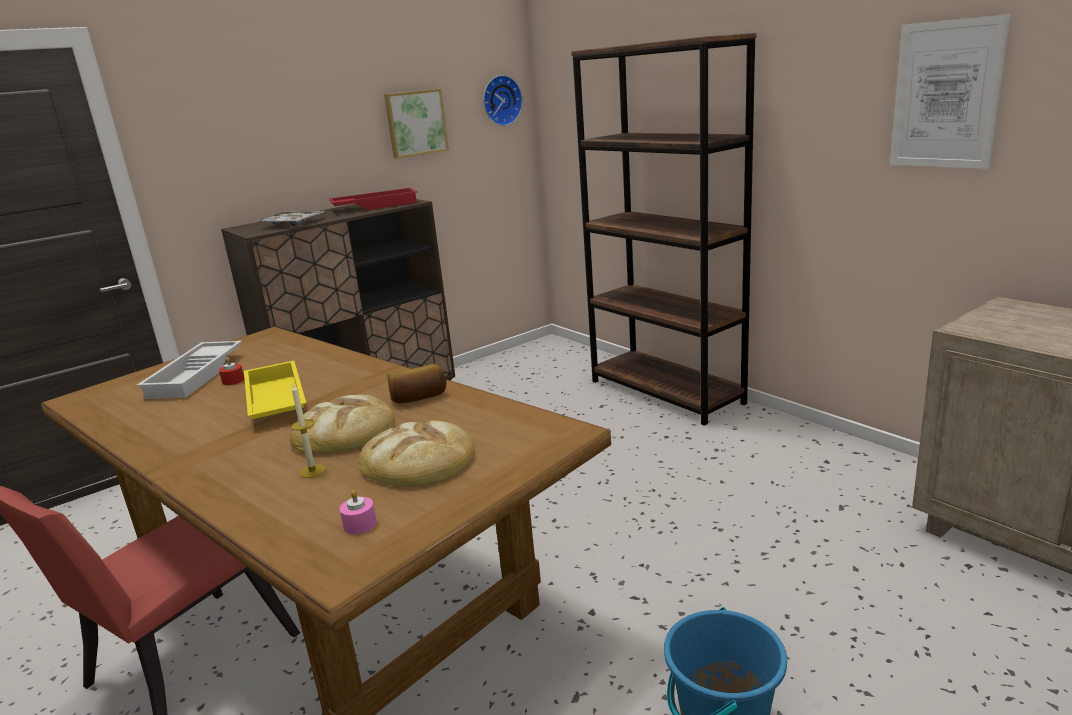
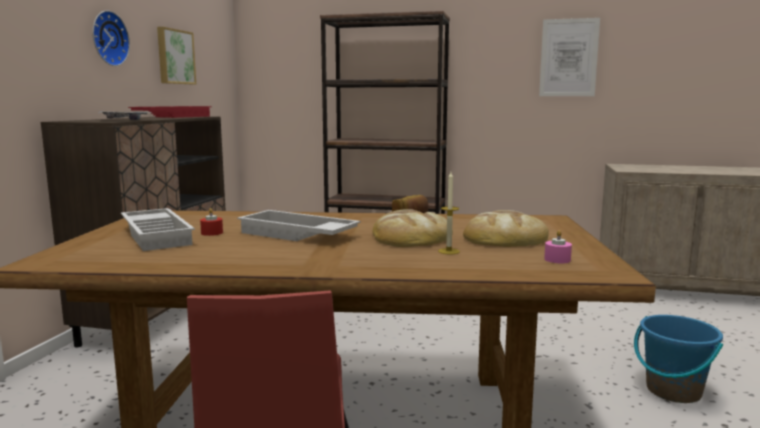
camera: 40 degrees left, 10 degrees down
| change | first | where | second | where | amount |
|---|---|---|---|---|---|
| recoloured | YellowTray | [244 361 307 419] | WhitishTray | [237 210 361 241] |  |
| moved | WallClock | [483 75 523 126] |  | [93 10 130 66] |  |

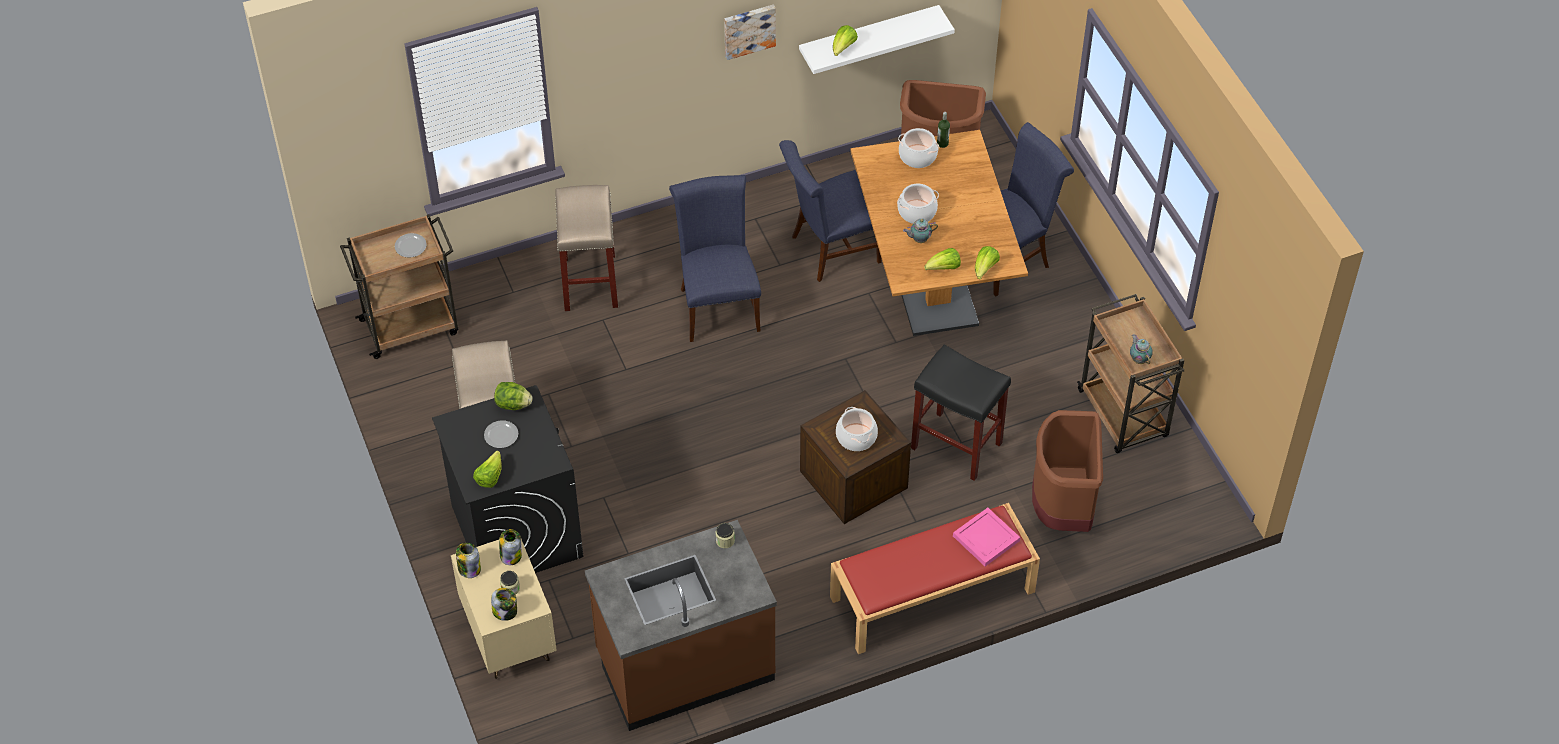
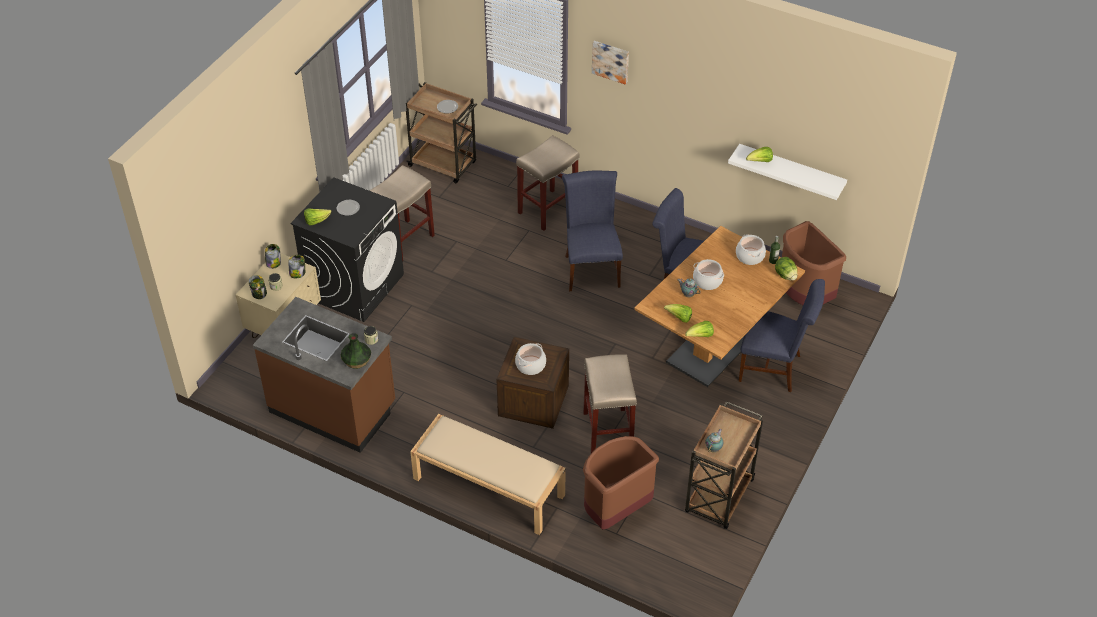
camera: 50 degrees right, 5 degrees down
| change | first | where | second | where | amount |
|---|---|---|---|---|---|
| moved | Lettuce | [494 382 533 410] |  | [775 257 797 281] |  |
| turned | BluishPlainChair | [669 175 761 342] |  | [562 171 623 291] | 45 degrees counterclockwise |
| moved | Picture | [724 5 776 60] |  | [592 41 629 85] |  |
| recoloured | ReddishBench | [830 503 1040 654] | BeigeBench | [410 414 566 535] |  |
| recoloured | BlackColouredStool | [911 344 1011 481] | BeigeStool | [583 354 637 453] |  |
| removed | PinkColouredTray | [953 508 1020 566] |  |  |  |
| added |  |  | FlowerVase | [341 333 371 369] |  |

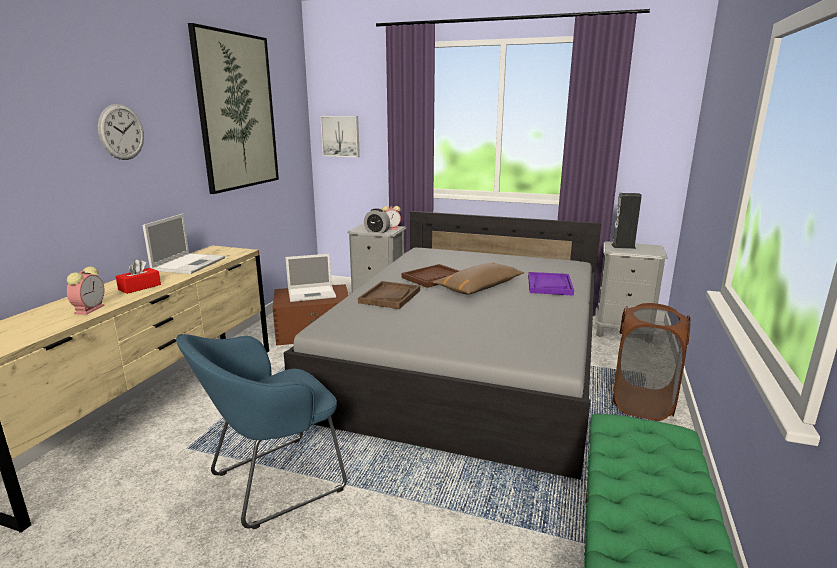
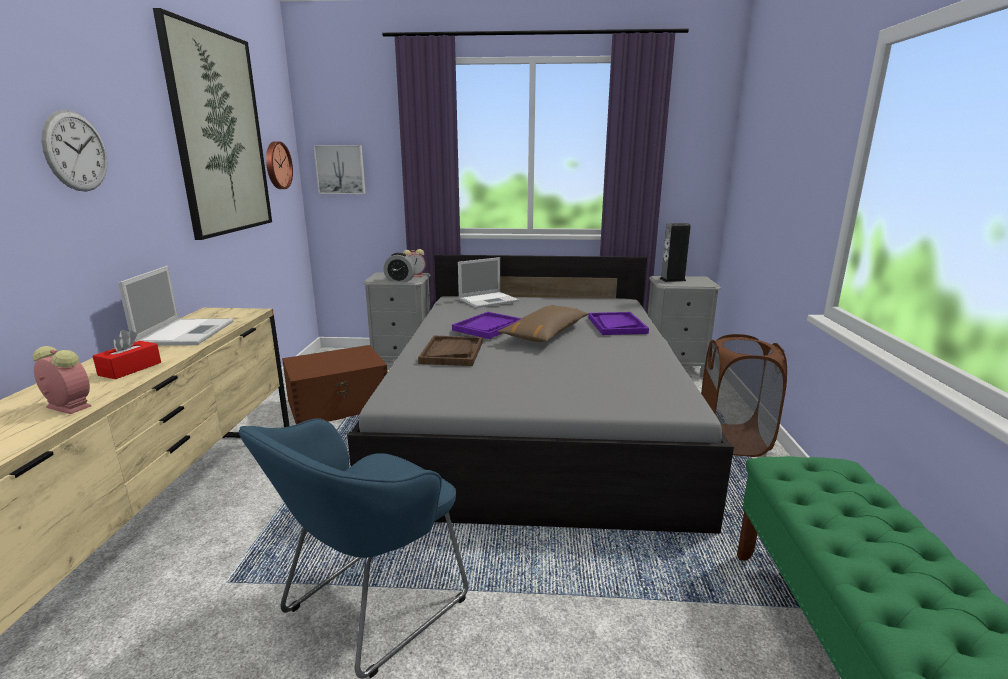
camera: 15 degrees left, 0 degrees up
| change | first | where | second | where | amount |
|---|---|---|---|---|---|
| turned | BedsideClock | [67 267 105 315] |  | [33 346 91 414] | 60 degrees counterclockwise |
| moved | PortableComputer | [285 254 336 302] |  | [458 257 519 308] |  |
| recoloured | BrownColouredTray | [402 264 459 288] | PurpleColouredTray | [452 312 522 339] |  |
| added |  |  | WallClock | [266 141 293 189] |  |

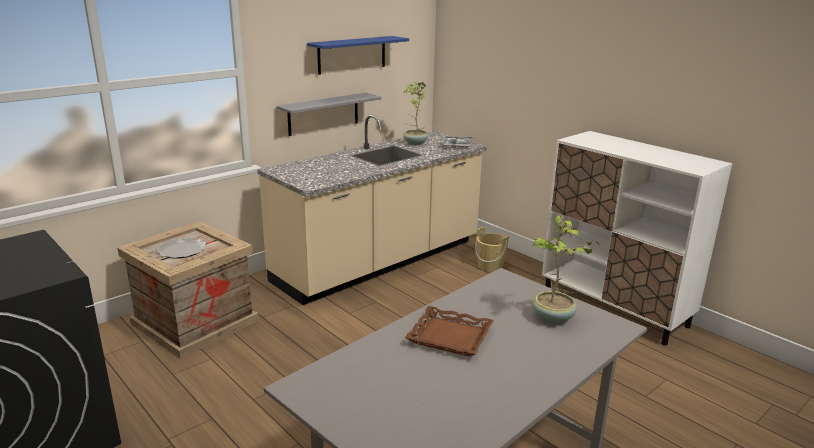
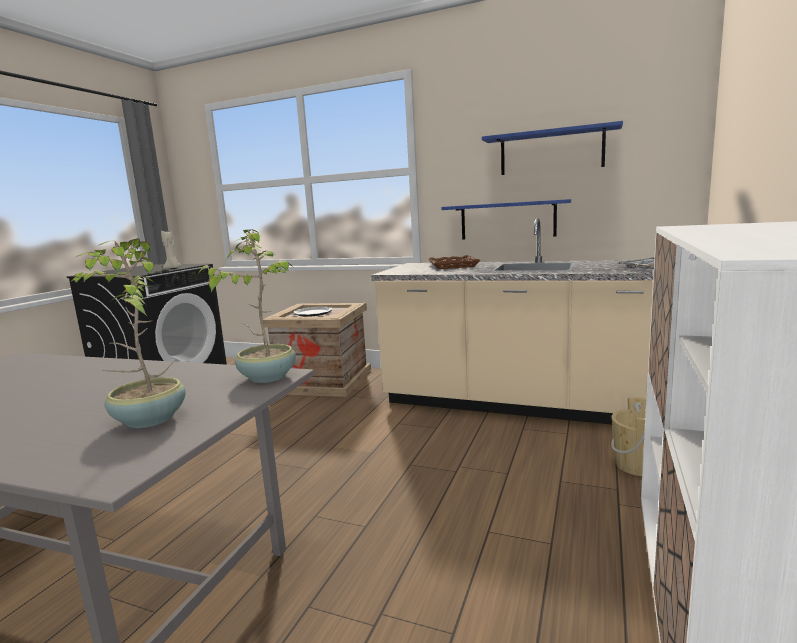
camera: 65 degrees right, 10 degrees down
| change | first | where | second | where | amount |
|---|---|---|---|---|---|
| recoloured | GrayWallShelf | [277 93 381 136] | BluishWallShelf | [441 199 571 239] |  |
| moved | Houseplant | [403 82 428 145] |  | [197 229 296 383] |  |
| moved | BrownColouredTray | [405 306 494 356] |  | [428 255 481 269] |  |
| added |  |  | BeigeWaxCandle | [161 231 181 268] |  |

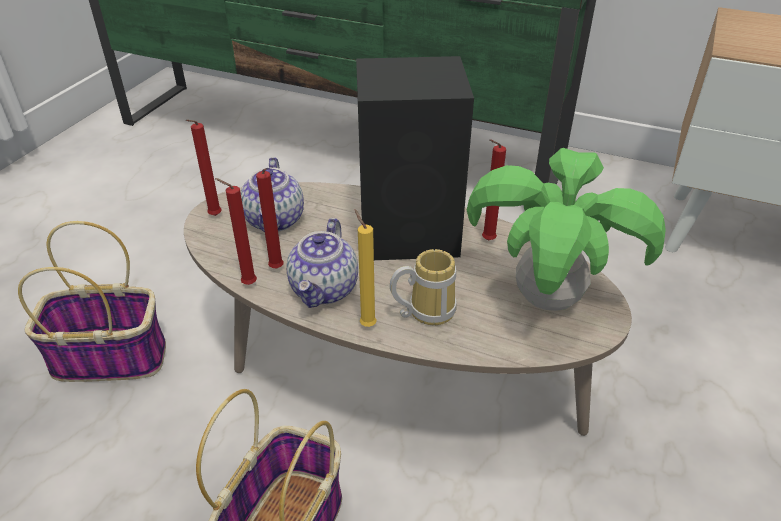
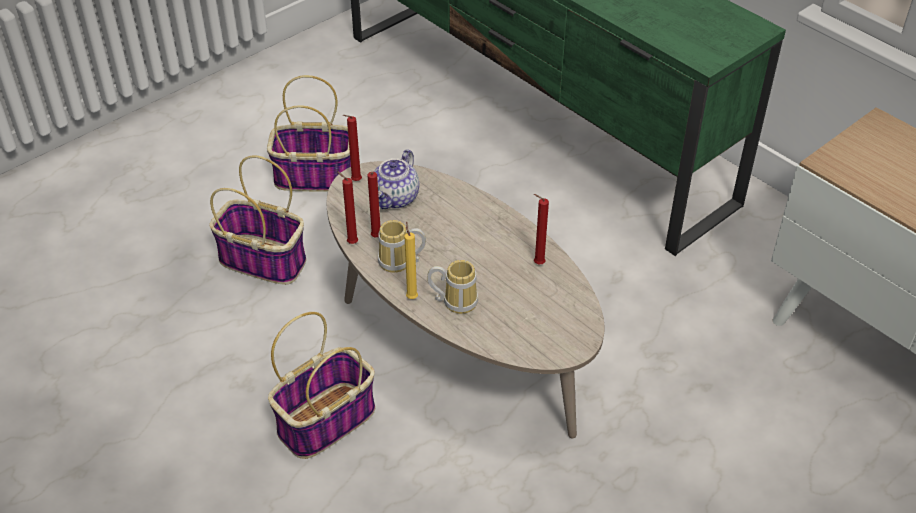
camera: 25 degrees right, 5 degrees up
| change | first | where | second | where | amount |
|---|---|---|---|---|---|
| replaced | TeaPot | [286 218 358 308] | Mug | [378 220 426 273] |  |
| removed | BlackColouredAudioSpeaker | [356 56 474 260] |  |  |  |
| removed | Houseplant | [467 148 666 311] |  |  |  |
| added |  |  | HouseholdBasket | [267 75 351 192] |  |

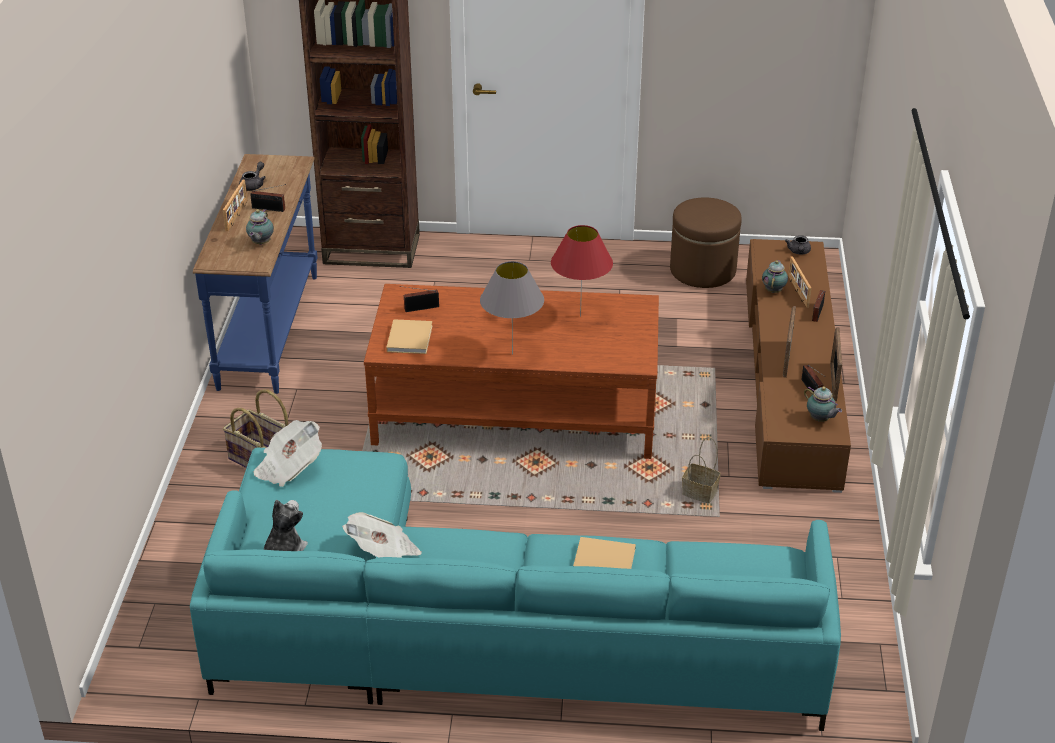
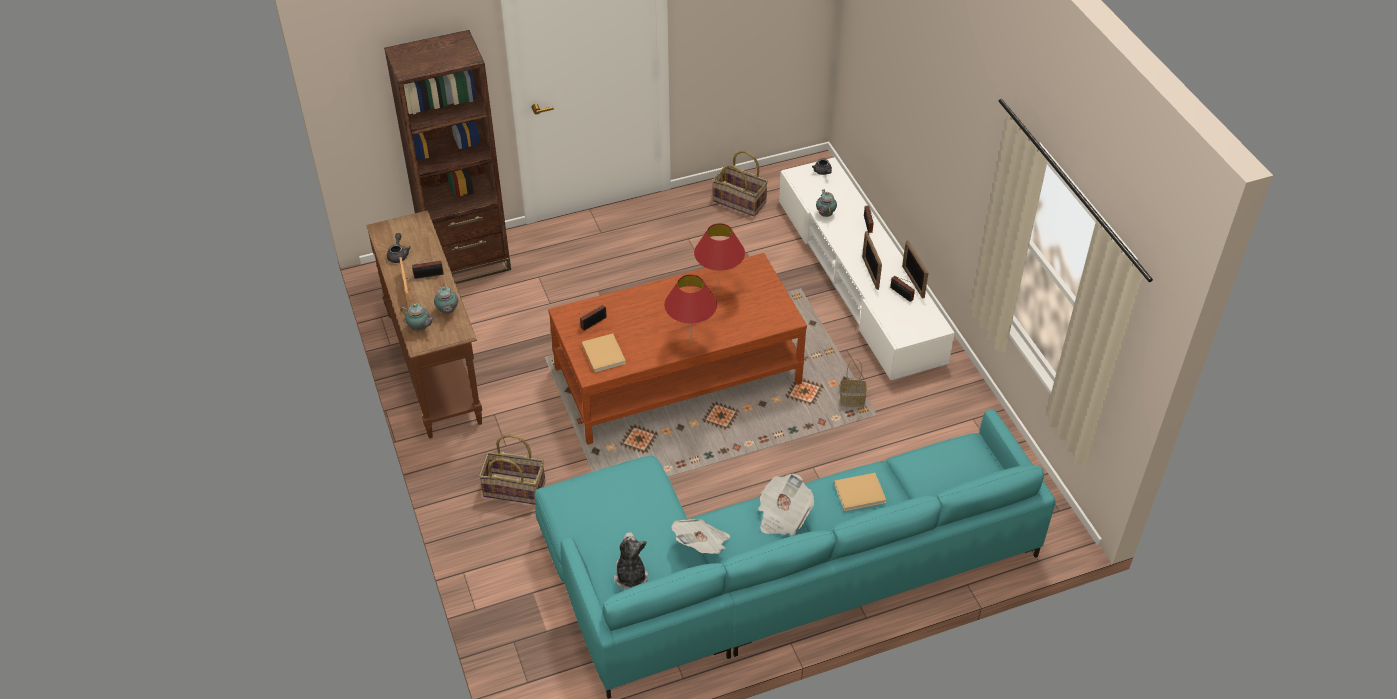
camera: 25 degrees left, 10 degrees up
| change | first | where | second | where | amount |
|---|---|---|---|---|---|
| recoloured | BluishConsoleTable | [193 154 318 394] | BrownColouredConsoleTable | [366 210 482 438] |  |
| moved | DailyPaper | [254 420 322 487] |  | [758 474 814 535] |  |
| recoloured | GrayLampForATable | [480 261 544 355] | ReddishLampForATable | [664 274 717 328] |  |
| replaced | BrownColouredPouffe | [670 197 742 288] | HouseholdBasket | [713 151 768 217] |  |
| recoloured | BrownColouredTvUnit | [746 239 851 493] | WhitishTvUnit | [779 157 955 381] |  |
| removed | StandingFrame | [788 256 811 308] |  |  |  |
| moved | TeaPot | [804 387 842 422] |  | [400 303 435 331] |  |

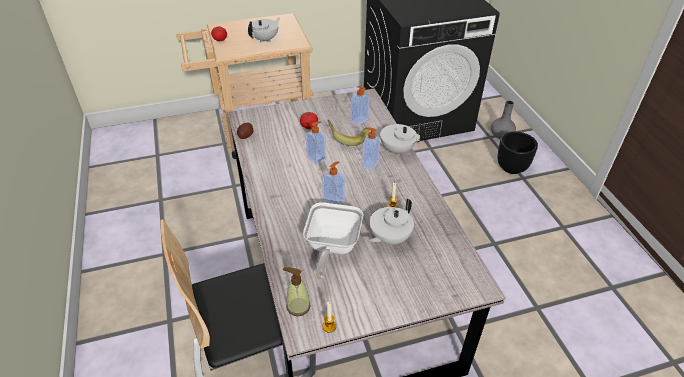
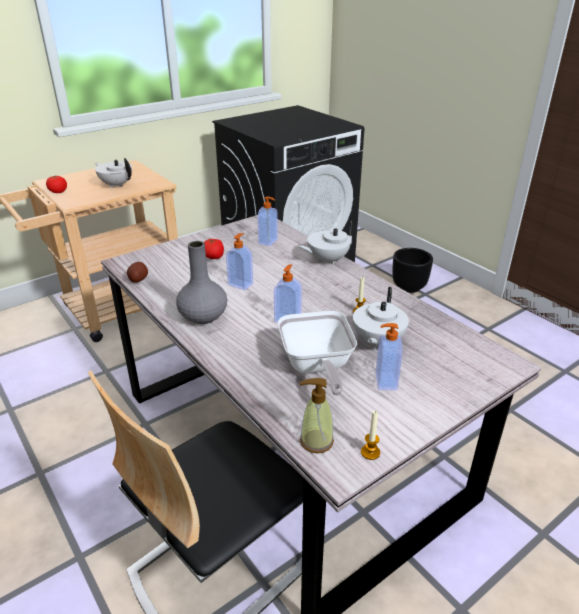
camera: 20 degrees left, 10 degrees down
| change | first | where | second | where | amount |
|---|---|---|---|---|---|
| turned | WhitishTeaPot | [248 18 280 43] |  | [95 158 132 188] | 75 degrees counterclockwise |
| removed | WholeBanana | [327 120 369 146] |  |  |  |
| moved | SoapBottle | [362 127 380 170] |  | [376 323 403 390] |  |
| moved | GrayFlowerVase | [491 100 516 139] |  | [176 241 227 324] |  |

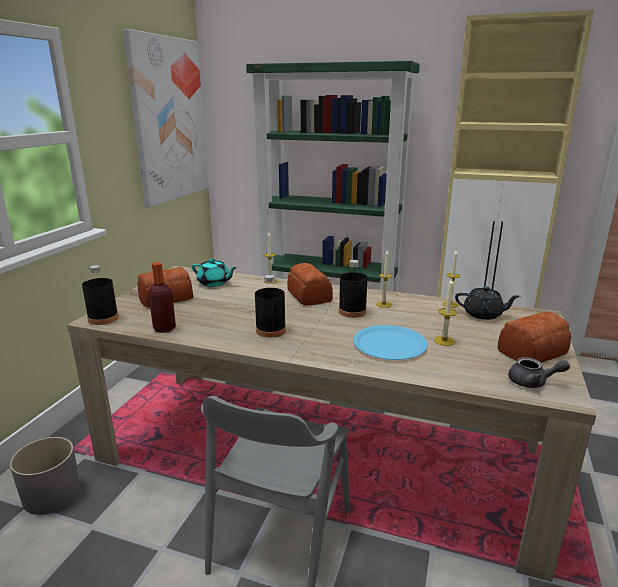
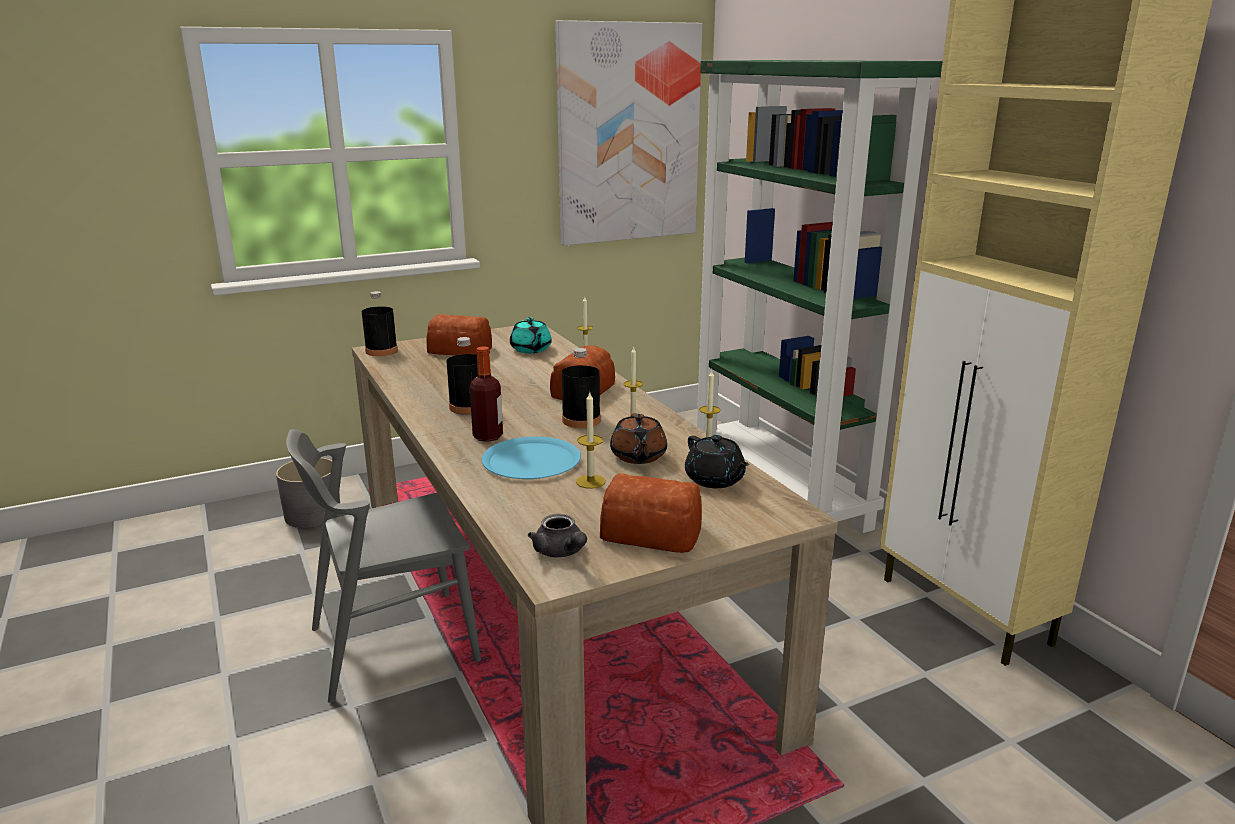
camera: 45 degrees right, 0 degrees up
| change | first | where | second | where | amount |
|---|---|---|---|---|---|
| moved | DrinkBottle | [148 262 176 333] |  | [469 346 503 442] |  |
| added |  |  | BrownColouredTeaPot | [610 413 667 464] |  |

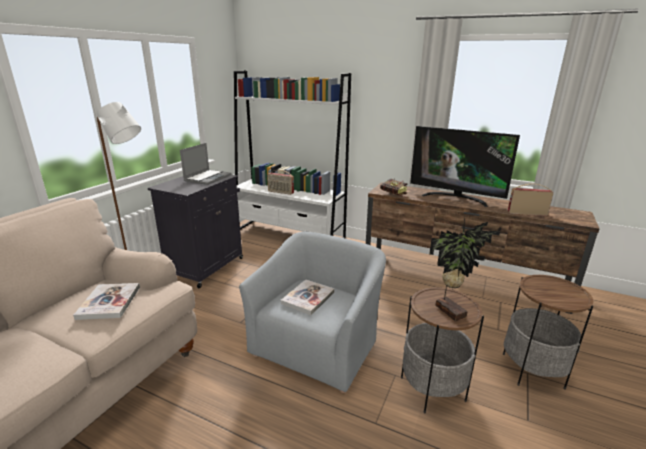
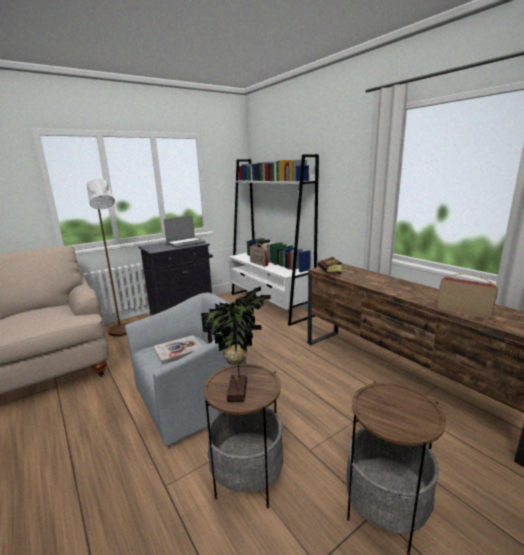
camera: 30 degrees right, 5 degrees down
| change | first | where | second | where | amount |
|---|---|---|---|---|---|
| removed | Book | [73 283 140 320] |  |  |  |
| removed | TvSet | [410 126 520 207] |  |  |  |

